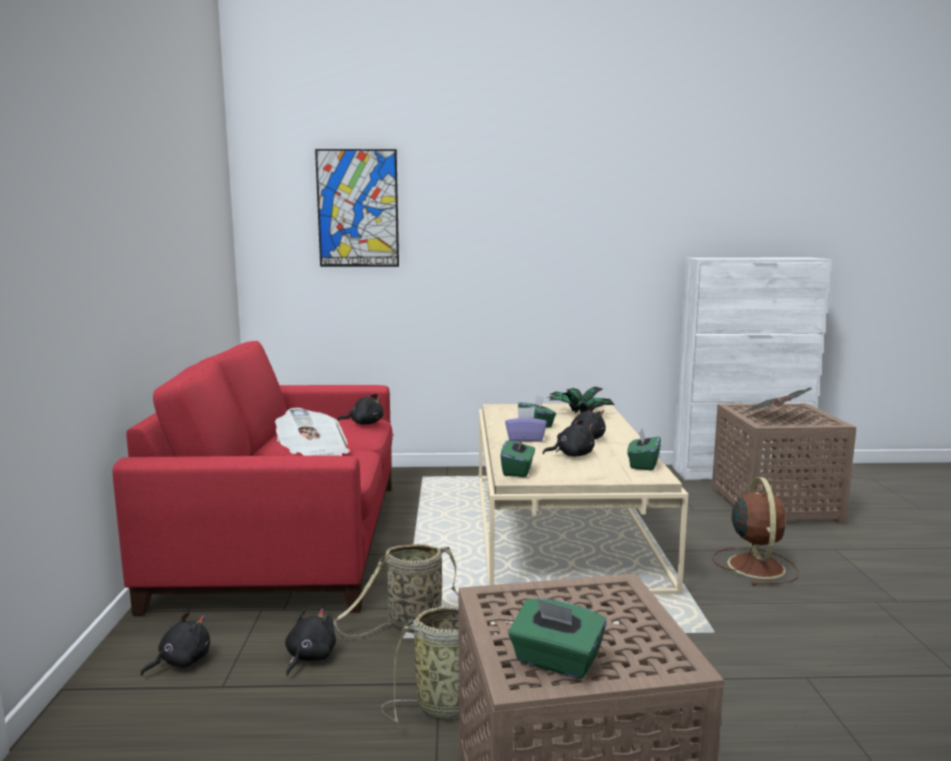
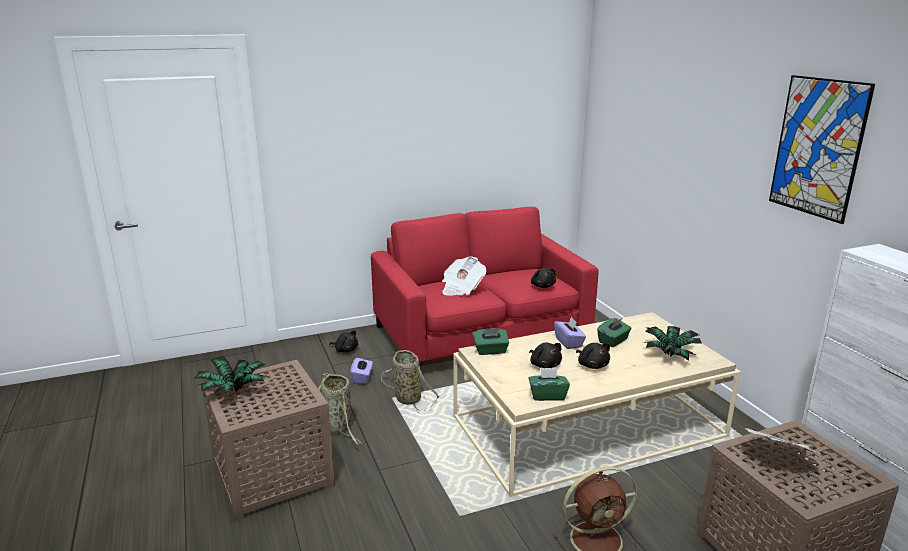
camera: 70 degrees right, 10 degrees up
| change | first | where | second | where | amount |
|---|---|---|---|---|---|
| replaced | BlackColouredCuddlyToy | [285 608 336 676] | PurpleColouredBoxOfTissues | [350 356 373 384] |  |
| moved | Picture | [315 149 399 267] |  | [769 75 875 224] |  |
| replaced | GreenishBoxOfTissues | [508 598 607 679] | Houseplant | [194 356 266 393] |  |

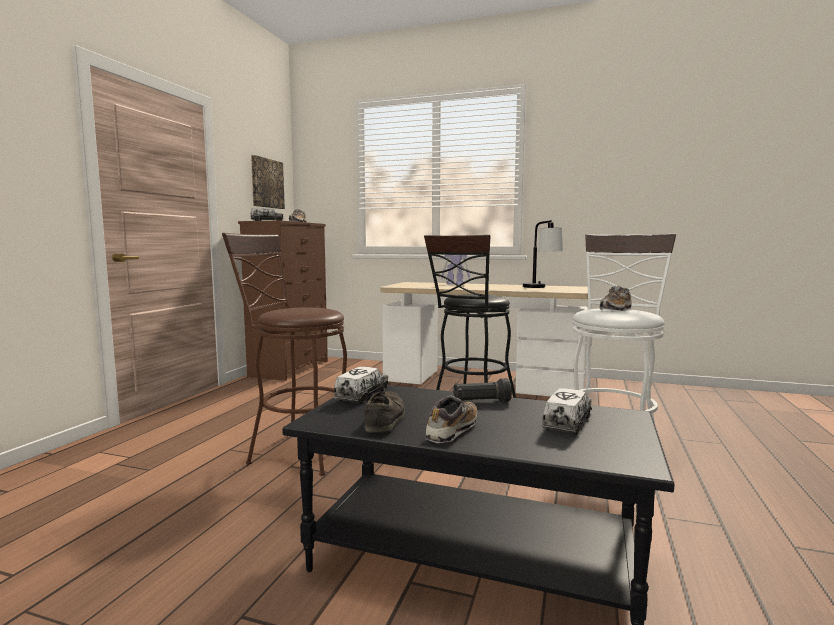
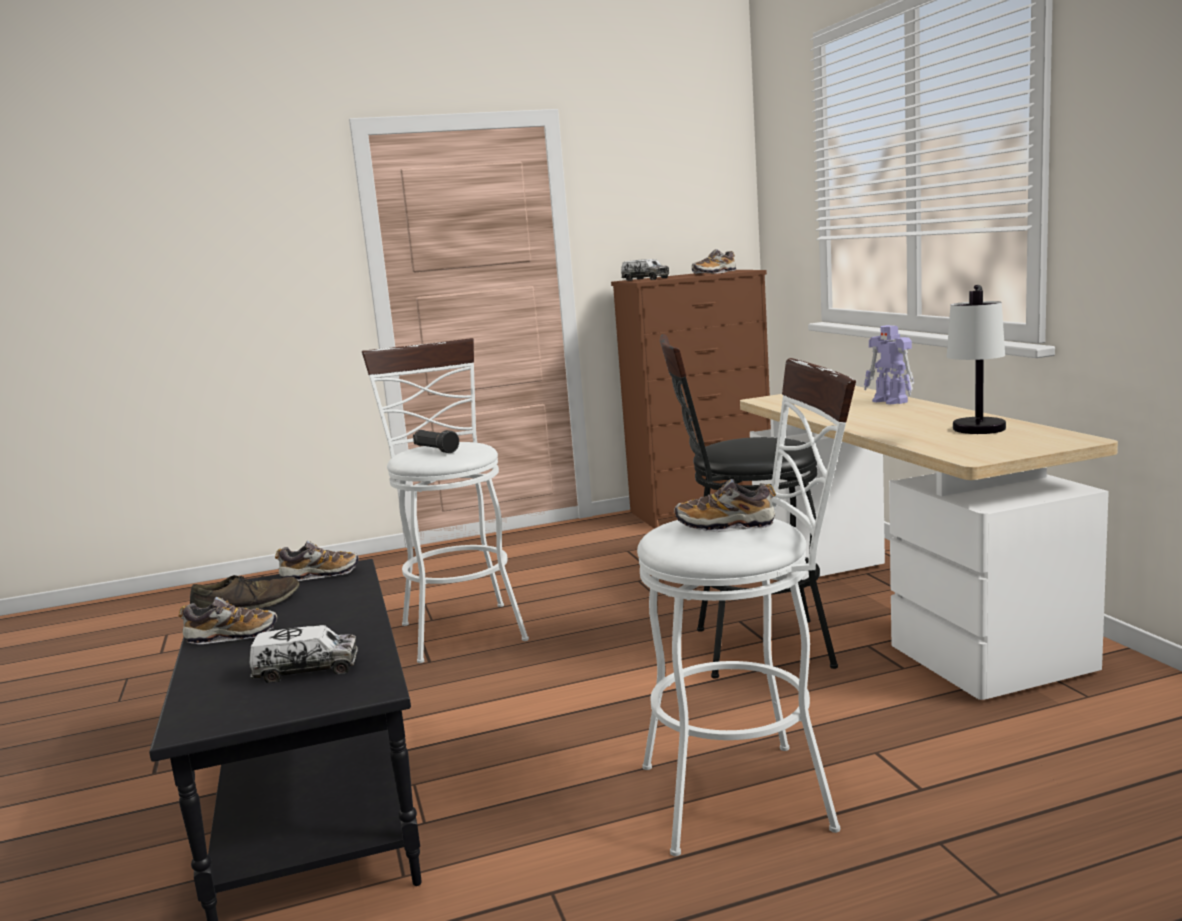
camera: 55 degrees right, 5 degrees up
| change | first | where | second | where | amount |
|---|---|---|---|---|---|
| recoloured | BrownColouredStool | [222 233 347 476] | WhitishStool | [362 338 529 663] |  |
| removed | Picture | [251 155 285 209] |  |  |  |
| replaced | ToyTruck | [334 367 389 404] | LowShoe | [275 541 359 581] |  |
| moved | BlackColouredFlashlight | [453 378 512 402] |  | [413 430 459 453] |  |

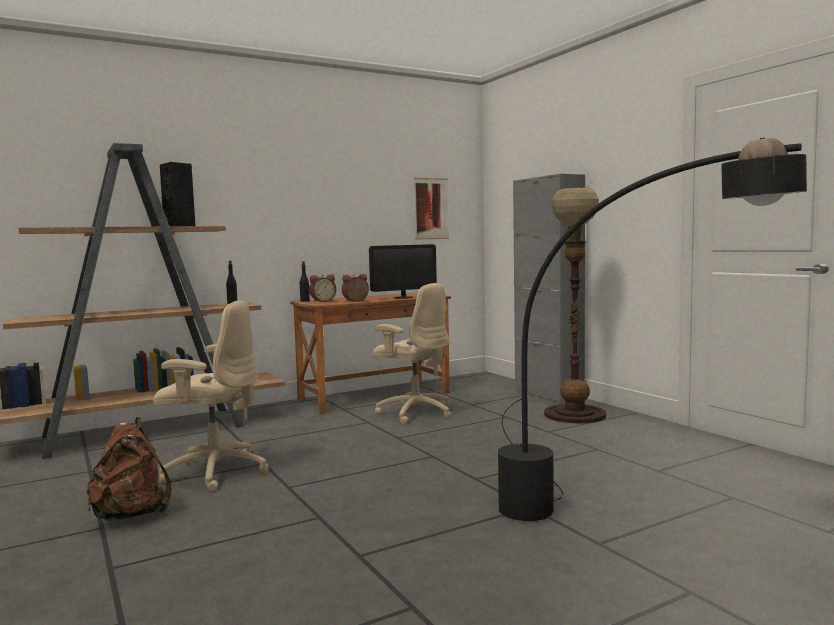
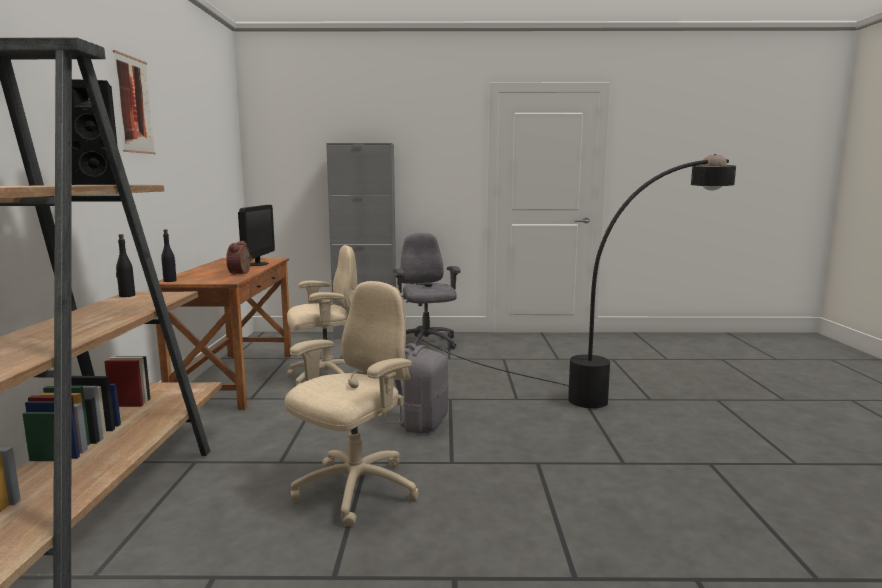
camera: 60 degrees left, 5 degrees up
| change | first | where | second | where | amount |
|---|---|---|---|---|---|
| removed | BrownColouredKnapsack | [87 417 171 521] |  |  |  |
| removed | BedsideClock | [309 274 336 302] |  |  |  |
| moved | Picture | [414 178 449 240] |  | [113 50 156 154] |  |
| replaced | StandardLamp | [544 188 606 423] | GrayComputerChair | [393 233 461 351] |  |
| added |  |  | GrayKnapsack | [387 343 449 434] |  |

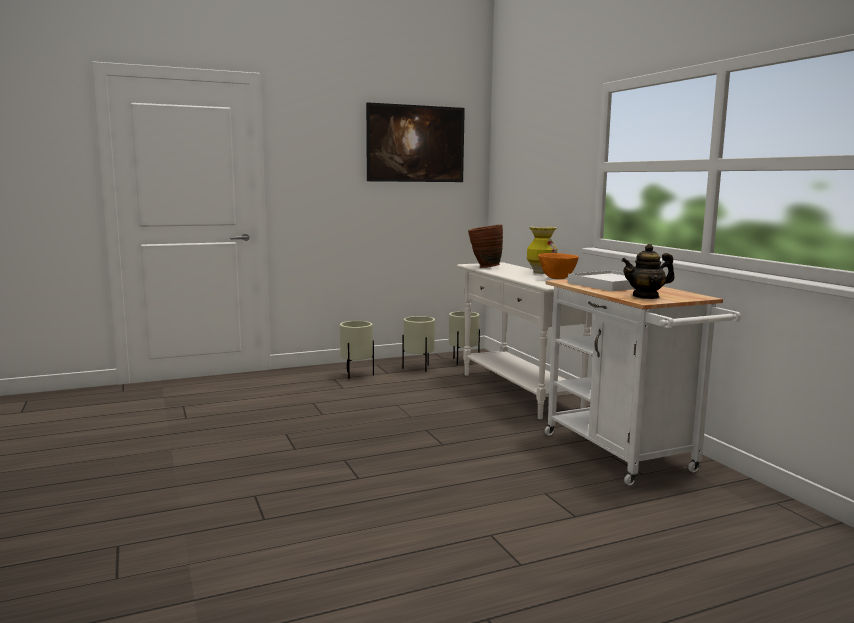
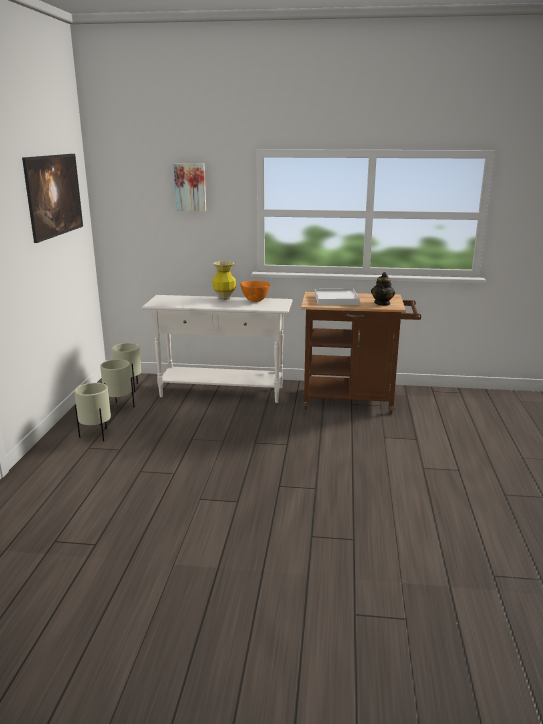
camera: 60 degrees left, 10 degrees up
| change | first | where | second | where | amount |
|---|---|---|---|---|---|
| removed | BrownColouredFlowerVase | [468 225 503 268] |  |  |  |
| recoloured | WhitishCart | [545 279 741 486] | BrownColouredCart | [301 292 421 414] |  |
| added |  |  | Picture | [174 163 206 211] |  |

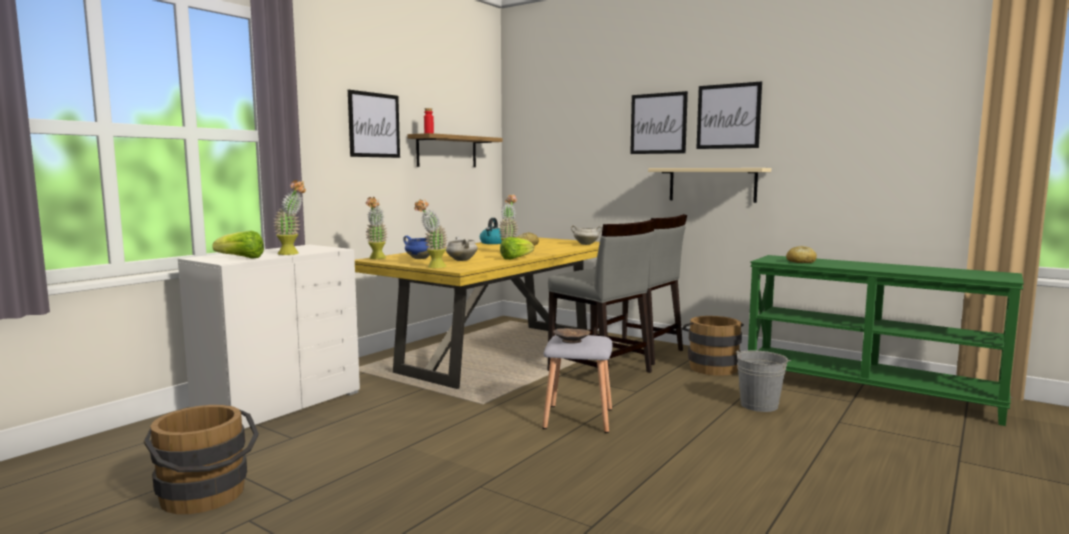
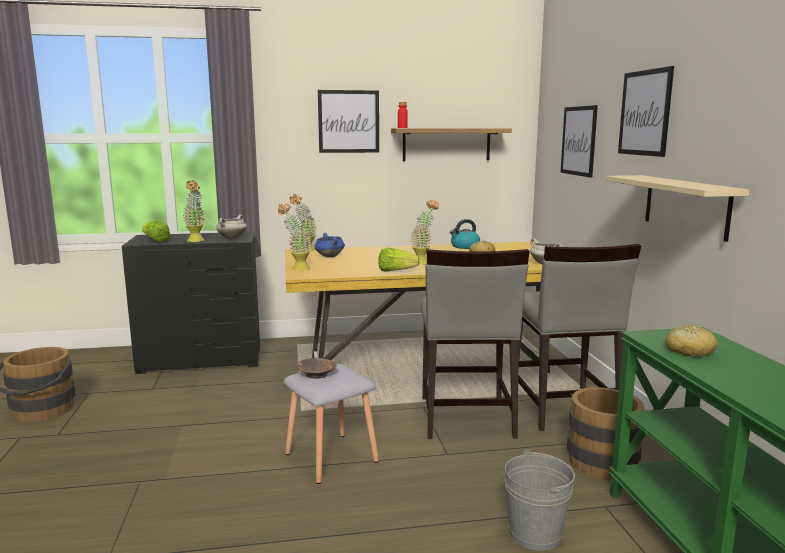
camera: 45 degrees right, 5 degrees up
| change | first | where | second | where | amount |
|---|---|---|---|---|---|
| recoloured | WhitishDresser | [178 245 360 429] | BlackColouredDresser | [122 232 260 374] |  |
| moved | WhitishCookingPot | [446 236 478 261] |  | [216 215 247 239] |  |
| moved | Picture | [696 81 762 149] |  | [560 105 598 178] |  |

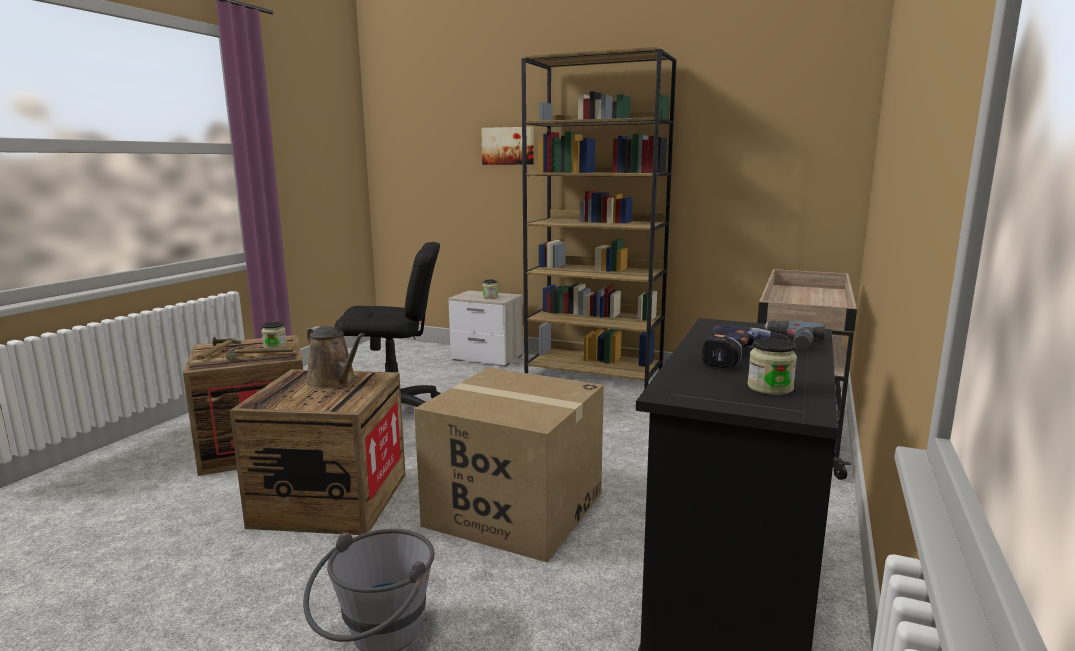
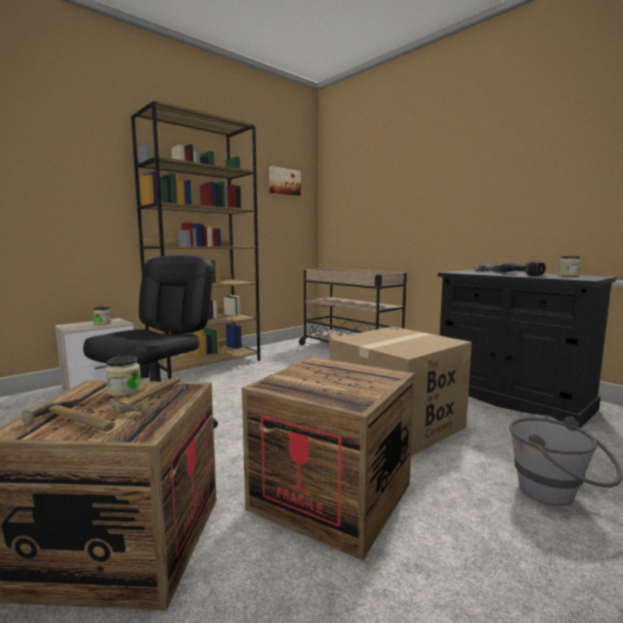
camera: 65 degrees left, 5 degrees down
| change | first | where | second | where | amount |
|---|---|---|---|---|---|
| removed | BrownColouredWateringPot | [306 326 365 389] |  |  |  |
| moved | Picture | [481 127 534 165] |  | [269 166 301 196] |  |

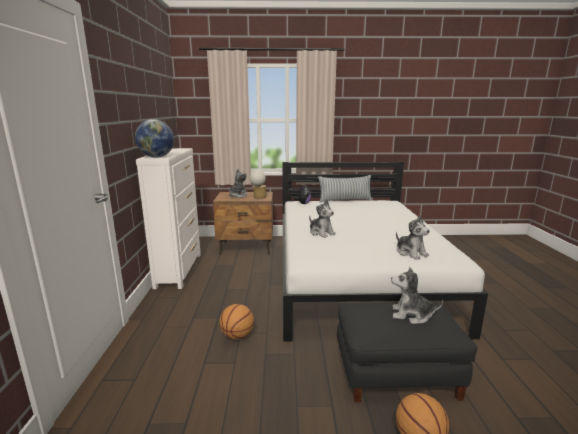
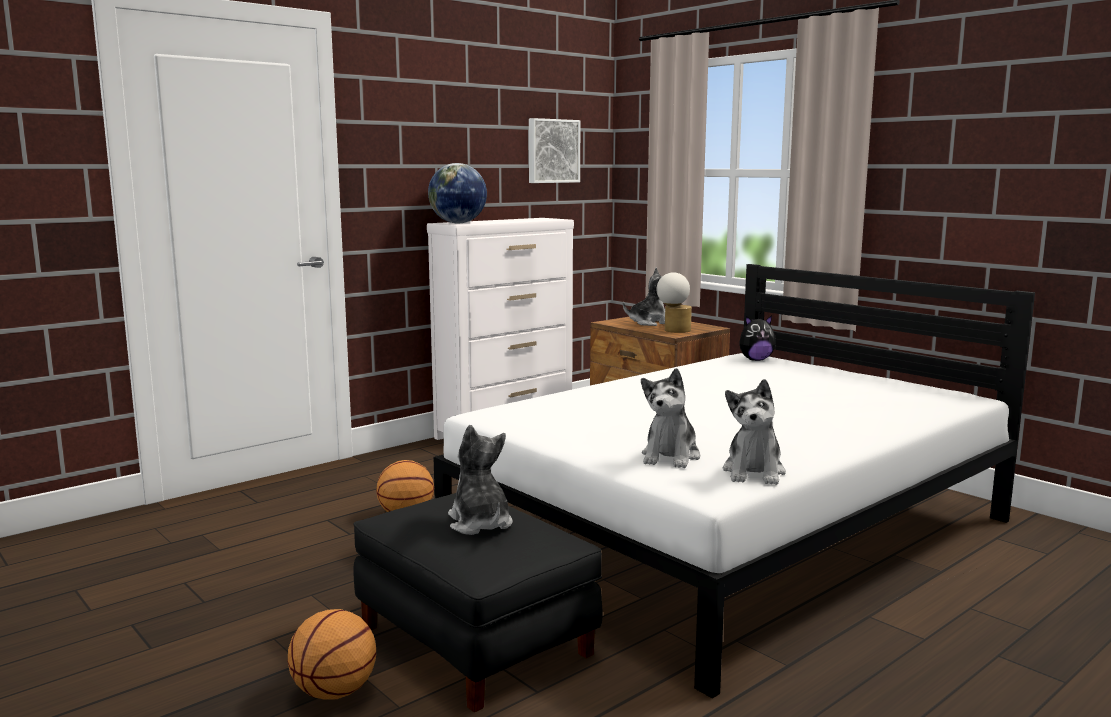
camera: 50 degrees right, 5 degrees down
| change | first | where | second | where | amount |
|---|---|---|---|---|---|
| moved | CuddlyToy | [309 199 336 238] |  | [723 379 786 485] |  |
| removed | Pillow | [318 175 372 203] |  |  |  |
| added |  |  | Picture | [529 118 580 183] |  |

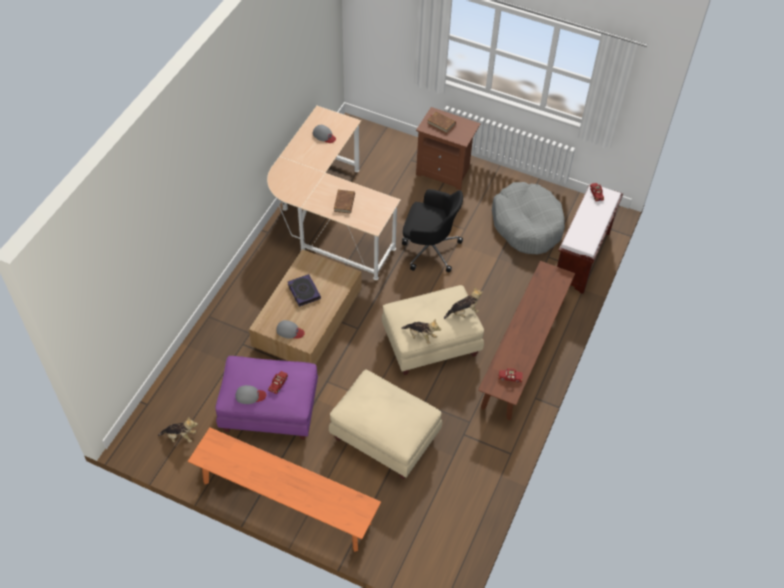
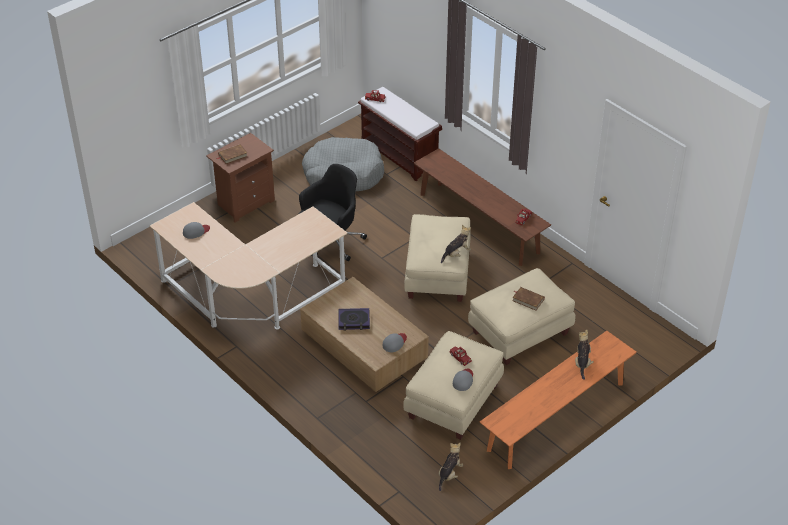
camera: 65 degrees left, 10 degrees down
| change | first | where | second | where | amount |
|---|---|---|---|---|---|
| recoloured | PurpleColouredPouffe | [215 356 318 440] | BeigePouffe | [403 331 504 440] |  |
| moved | BrownColouredBook | [334 190 355 214] |  | [512 287 545 311] |  |
| moved | CuddlyToy | [444 287 482 319] |  | [575 329 594 380] |  |

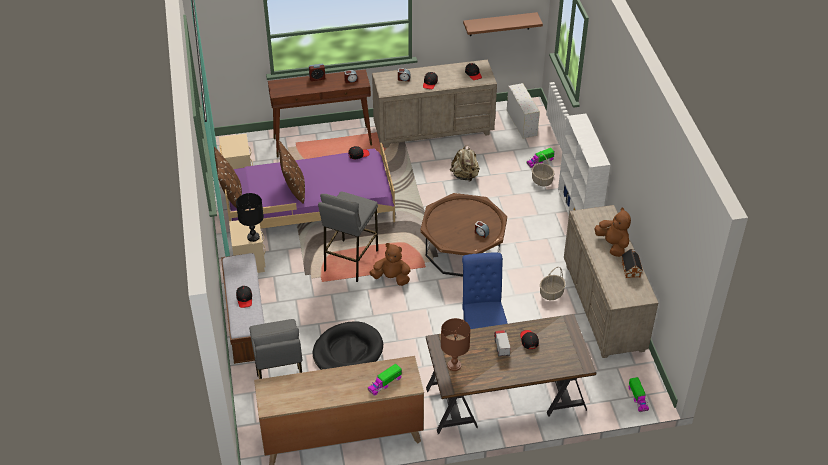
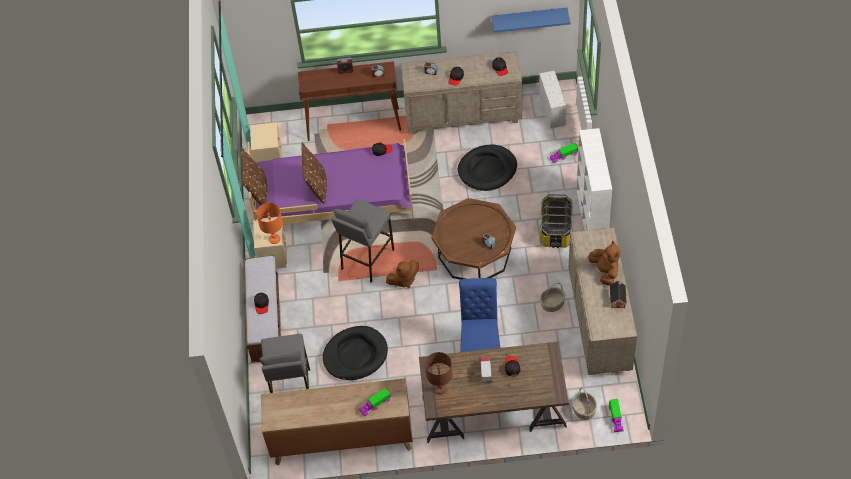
camera: 10 degrees right, 10 degrees up
| change | first | where | second | where | amount |
|---|---|---|---|---|---|
| recoloured | BlackColouredLampForATable | [236 193 264 242] | OrangeyLampForATable | [256 203 283 244] |  |
| turned | BrownColouredCuddlyToy | [369 243 411 286] |  | [386 260 419 288] | 135 degrees clockwise |
| replaced | BeigeKnapsack | [450 145 480 182] | BlackColouredDogCushion | [458 145 517 191] |  |
| recoloured | BrownColouredWallShelf | [463 12 543 36] | BluishWallShelf | [492 8 570 33] |  |
| moved | HouseholdBasket | [532 154 554 187] |  | [572 387 597 420] |  |
| added |  |  | StorageBox | [540 194 573 248] |  |

